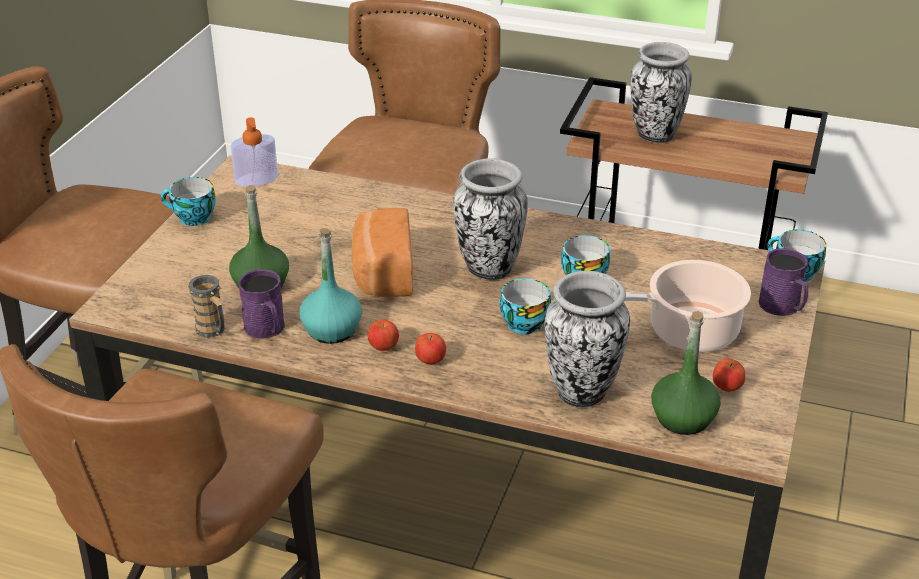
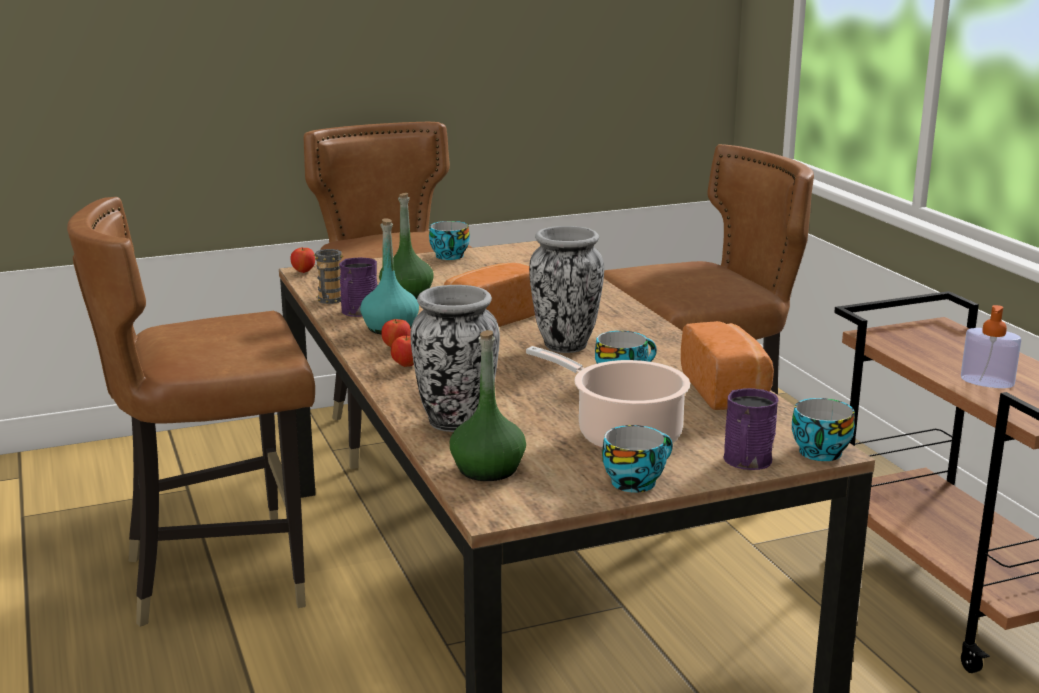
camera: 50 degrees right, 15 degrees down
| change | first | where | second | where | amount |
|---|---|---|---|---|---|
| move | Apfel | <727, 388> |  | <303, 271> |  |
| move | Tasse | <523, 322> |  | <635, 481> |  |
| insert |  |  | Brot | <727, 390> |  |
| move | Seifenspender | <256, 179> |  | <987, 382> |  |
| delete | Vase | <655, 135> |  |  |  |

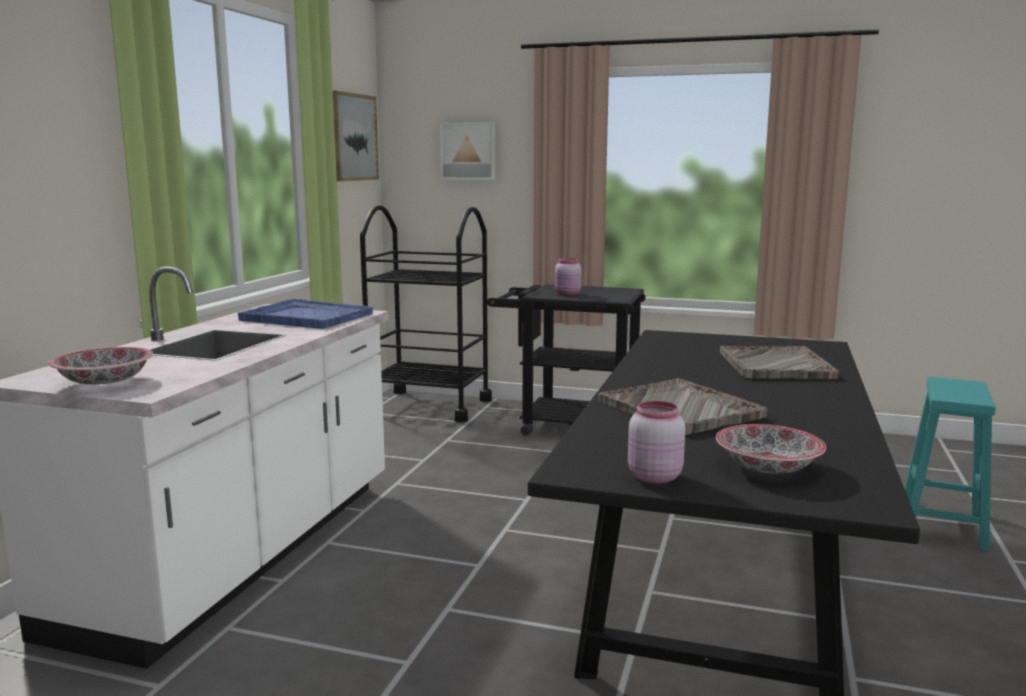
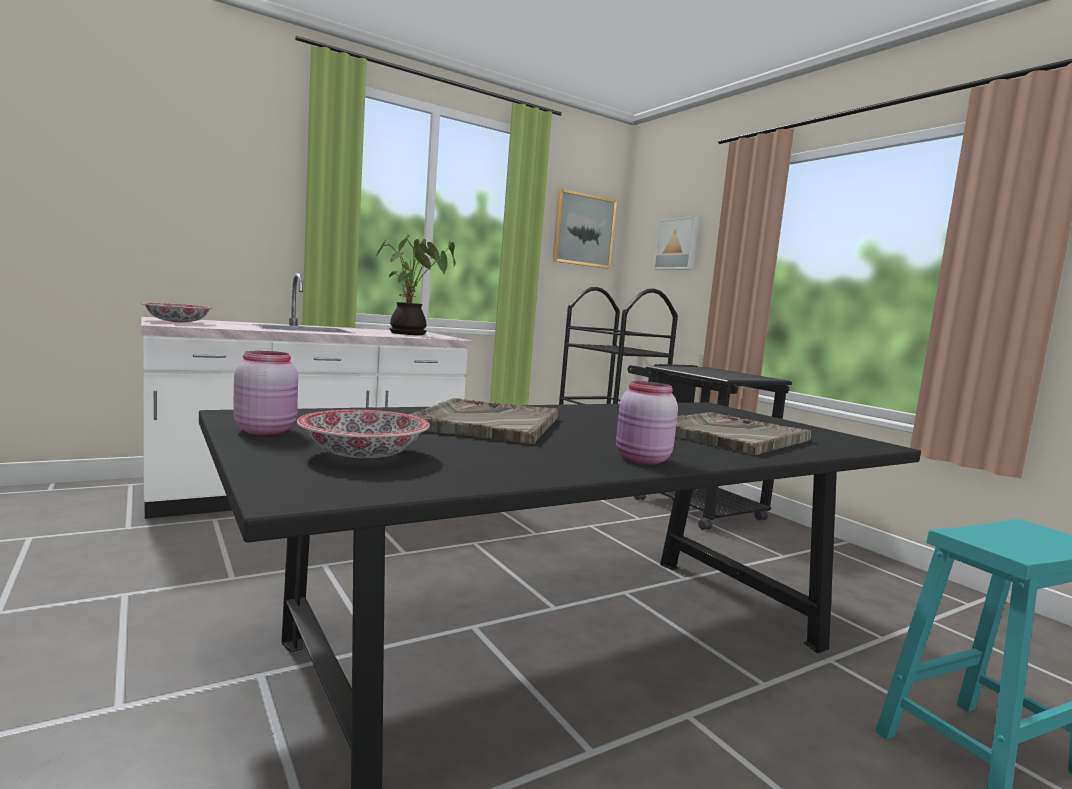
camera: 40 degrees right, 5 degrees down
| change | first | where | second | where | amount |
|---|---|---|---|---|---|
| replace | Tablett/blau | <306, 317> | Topfpflanze | <410, 334> |  |
| move | Vorratsglas/rosa | <567, 294> |  | <641, 460> |  |

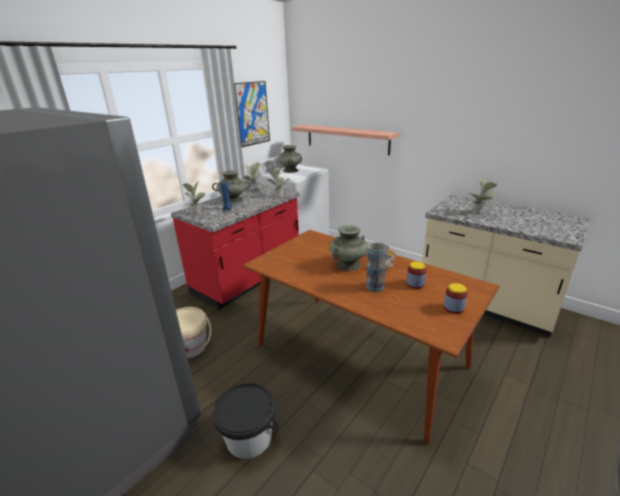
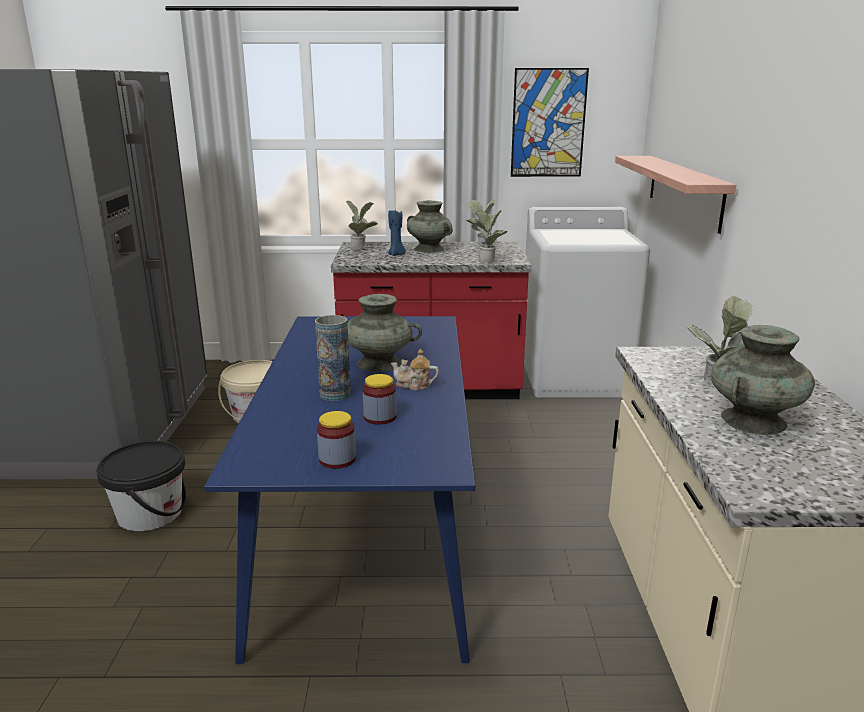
camera: 50 degrees right, 5 degrees down
| change | first | where | second | where | amount |
|---|---|---|---|---|---|
| recolor | Esstisch/braun | <360, 355> | Esstisch/blau | <370, 535> |  |
| move | Vase/türkis | <290, 170> |  | <753, 421> |  |

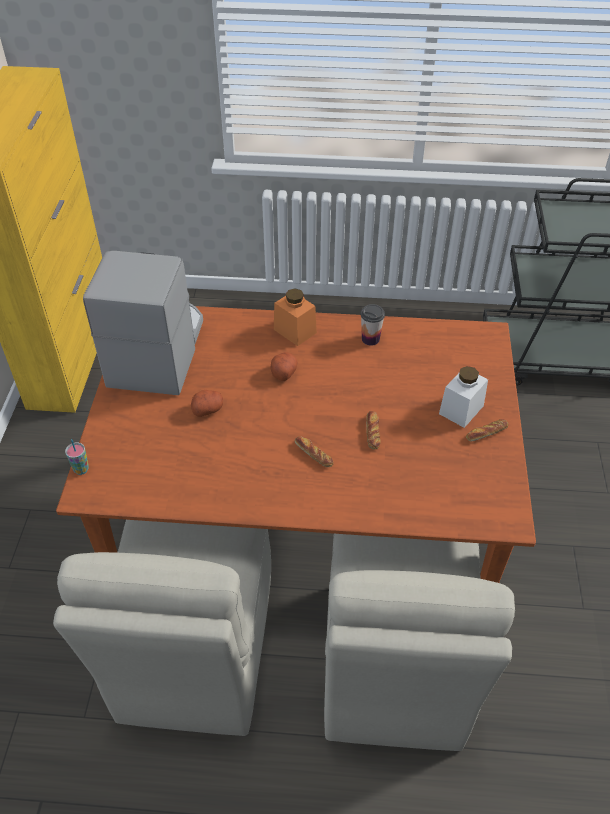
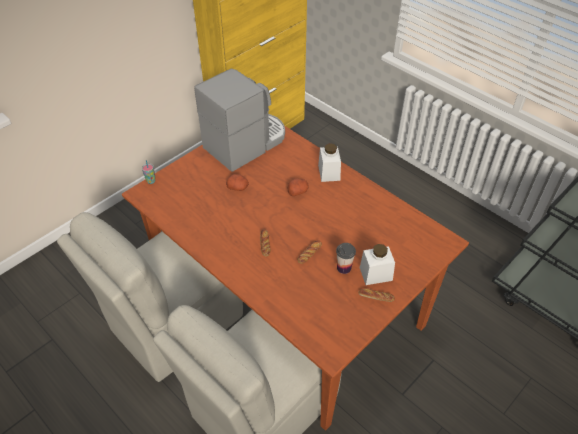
camera: 40 degrees right, 0 degrees up
| change | first | where | second | where | amount |
|---|---|---|---|---|---|
| recolor | Vorratsglas/orange | <295, 331> | Vorratsglas/weiß | <329, 172> |  |
| move | Tasse | <370, 339> |  | <344, 268> |  |

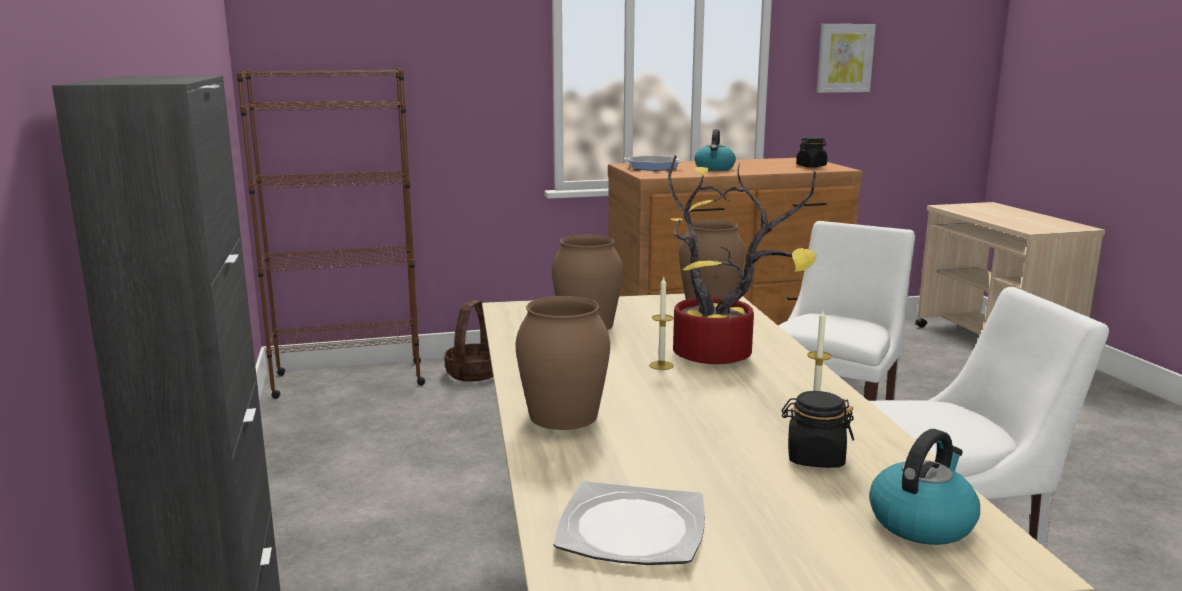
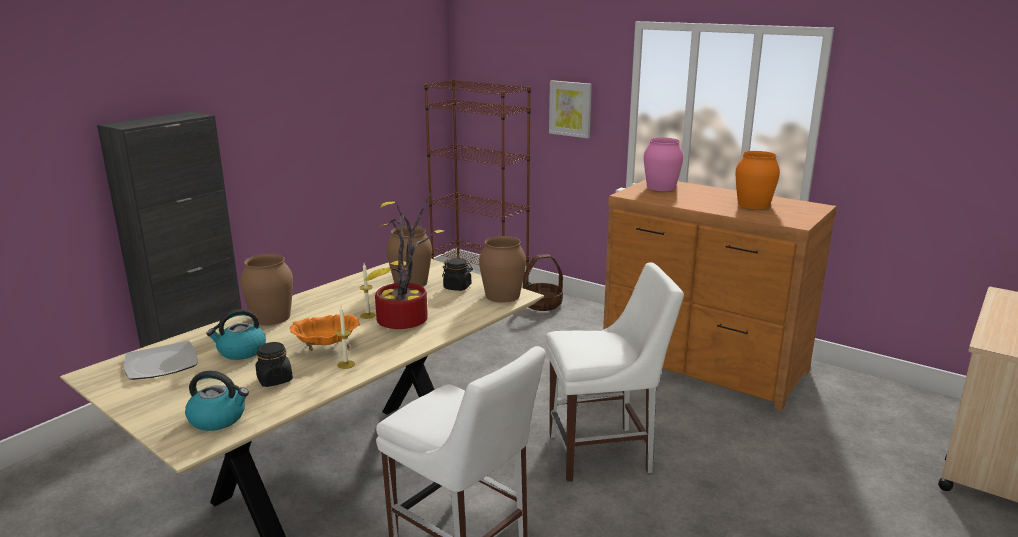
camera: 50 degrees right, 5 degrees up
| change | first | where | second | where | amount |
|---|---|---|---|---|---|
| move | Wasserkessel | <714, 168> |  | <241, 351> |  |
| insert |  |  | Schüssel/orange | <326, 347> |  |
| move | Vorratsglas/schwarz | <811, 166> |  | <457, 287> |  |
| move | Bild | <844, 58> |  | <570, 109> |  |
| replace | Pfanne | <653, 167> | Vase/rosa | <661, 187> |  |
| insert |  |  | Vase/orange | <753, 205> |  |

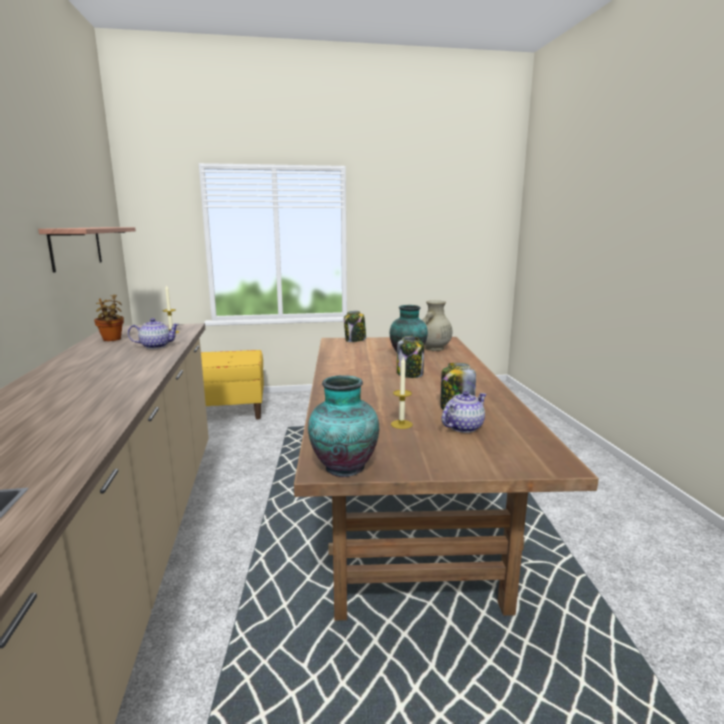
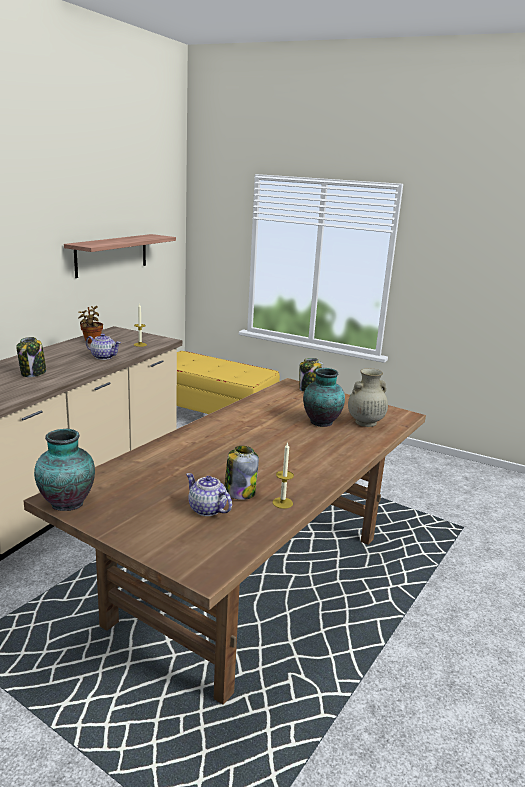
camera: 35 degrees right, 5 degrees up
| change | first | where | second | where | amount |
|---|---|---|---|---|---|
| move | Vorratsglas | <410, 374> |  | <33, 373> |  |
| rotate | Teekanne | <462, 427> |  | <207, 509> | 135 degrees counterclockwise |
| move | Kerze | <401, 424> |  | <282, 503> |  |

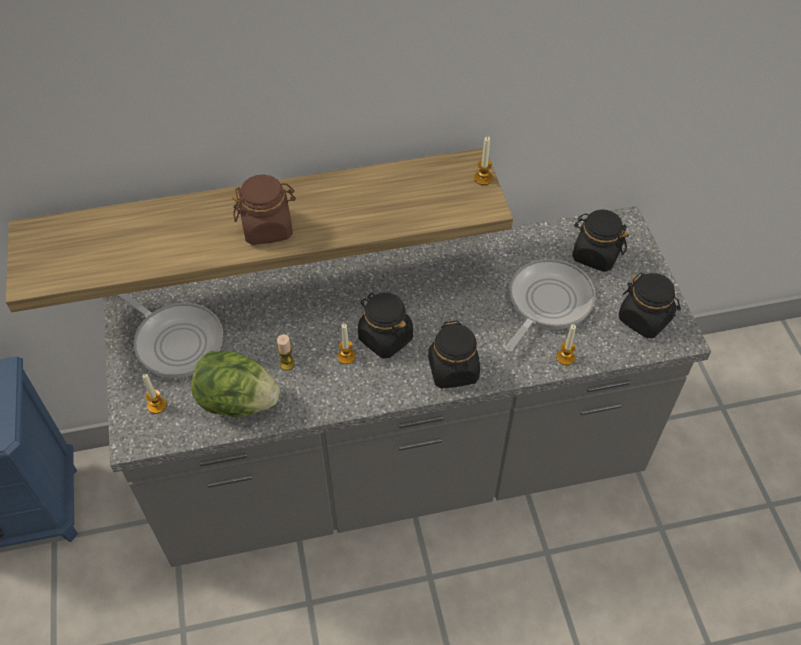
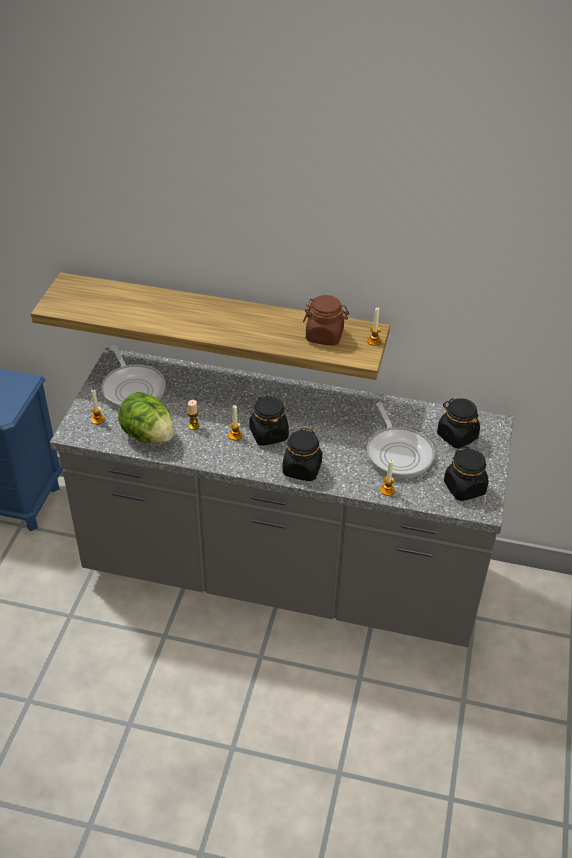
camera: 25 degrees right, 10 degrees down
| change | first | where | second | where | amount |
|---|---|---|---|---|---|
| move | Vorratsglas/braun | <268, 228> |  | <324, 335> |  |
| rotate | Pfanne | <547, 303> |  | <398, 453> | 105 degrees clockwise |

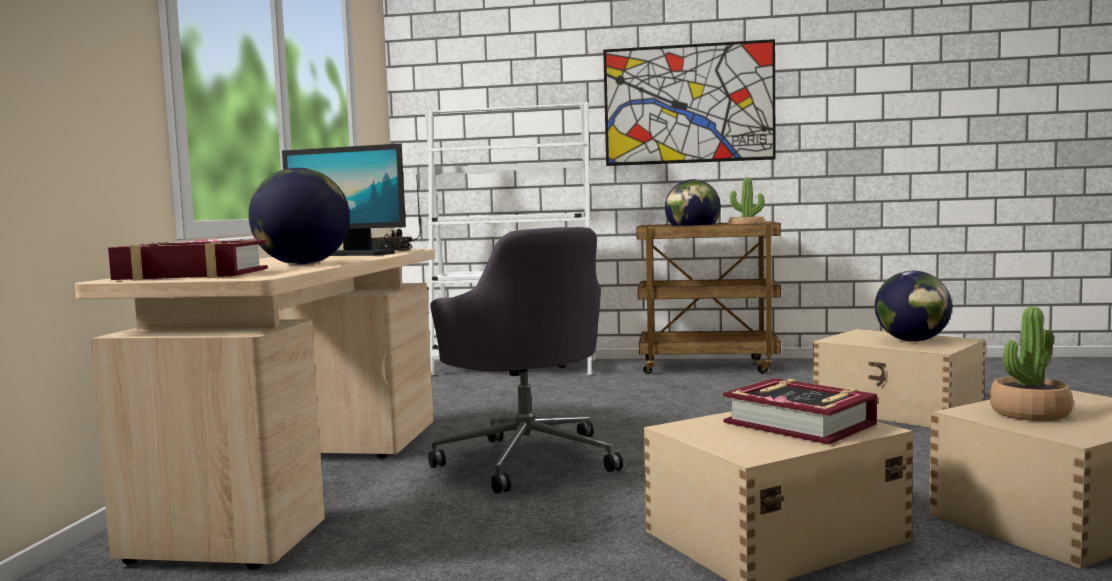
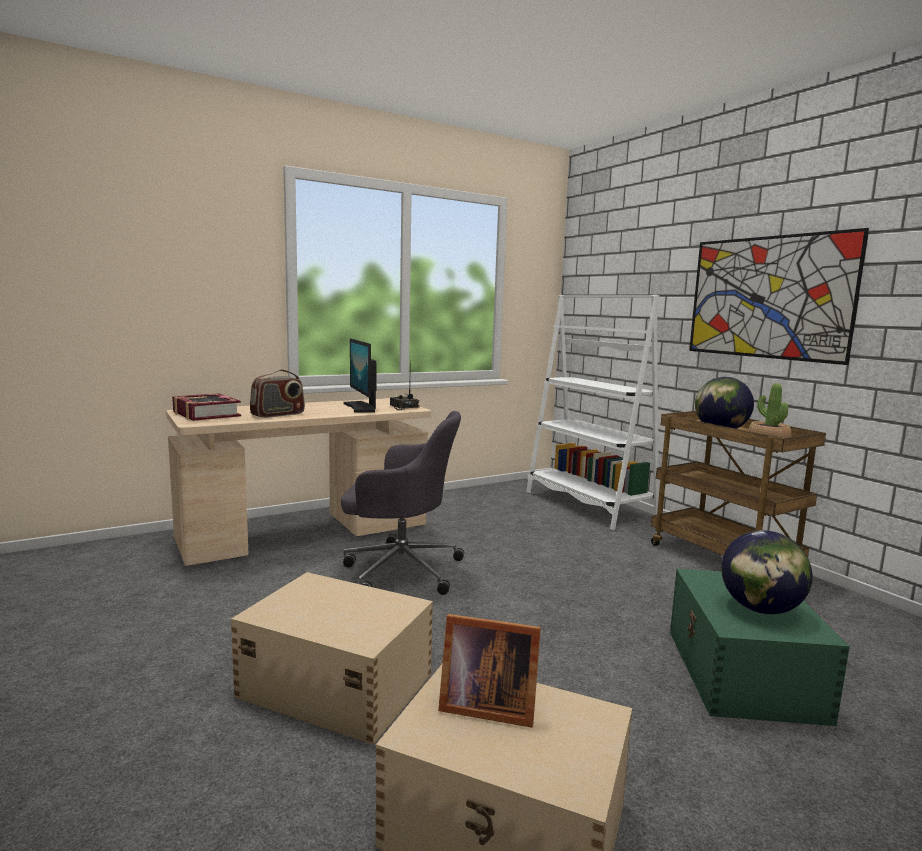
camera: 50 degrees right, 5 degrees up
| change | first | where | second | where | amount |
|---|---|---|---|---|---|
| replace | Globus | <302, 264> | Radio | <278, 414> |  |
| rotate | Bürostuhl/grau | <527, 458> |  | <400, 569> | 105 degrees counterclockwise |
| replace | Topfpflanze | <1029, 413> | Bilderrahmen | <484, 705> |  |
| recolor | Aufbewahrungsbox/beige | <898, 409> | Aufbewahrungsbox/grün | <742, 674> |  |
| delete | Buch | <799, 423> |  |  |  |

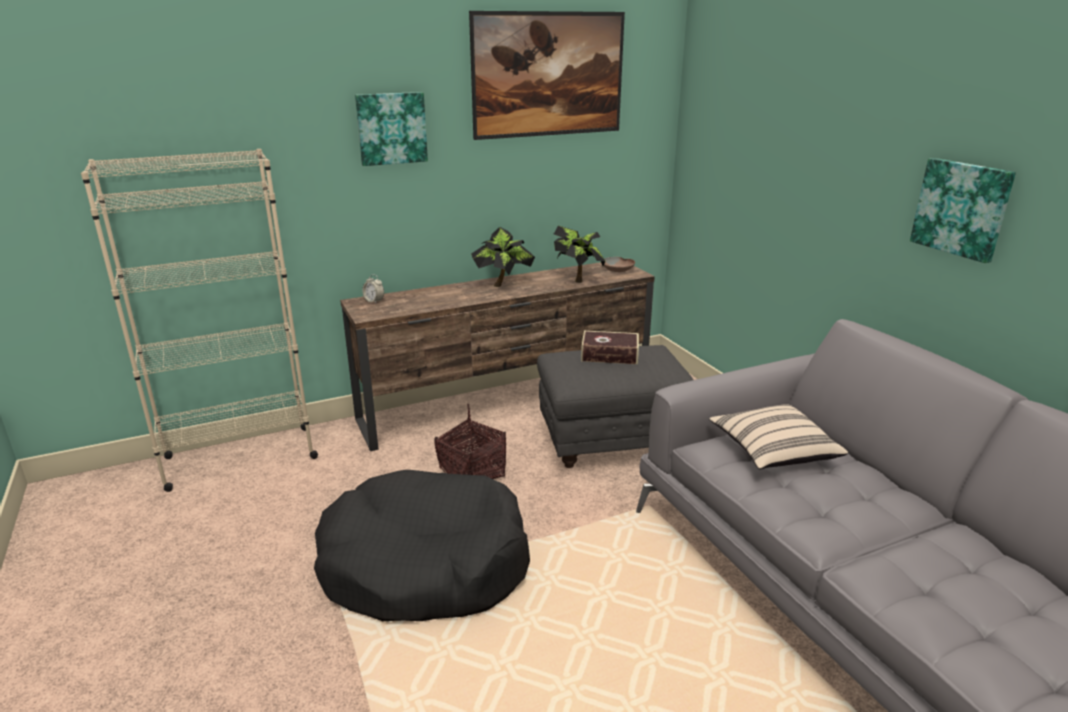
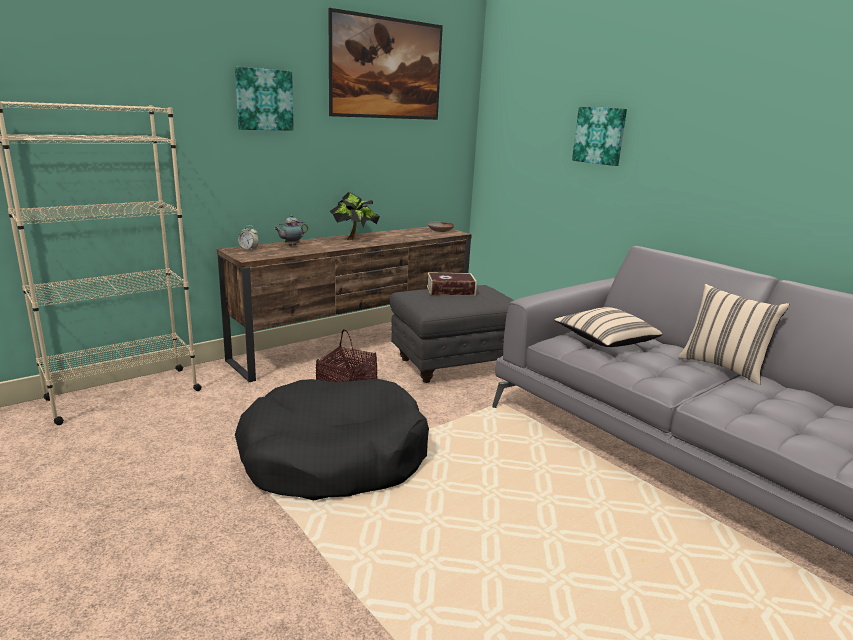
camera: 15 degrees left, 5 degrees down
| change | first | where | second | where | amount |
|---|---|---|---|---|---|
| insert |  |  | Teekanne | <291, 245> |  |
| move | Bild | <962, 208> |  | <600, 135> |  |
| insert |  |  | Kissen/beige | <723, 367> |  |
| delete | Topfpflanze | <578, 279> |  |  |  |

